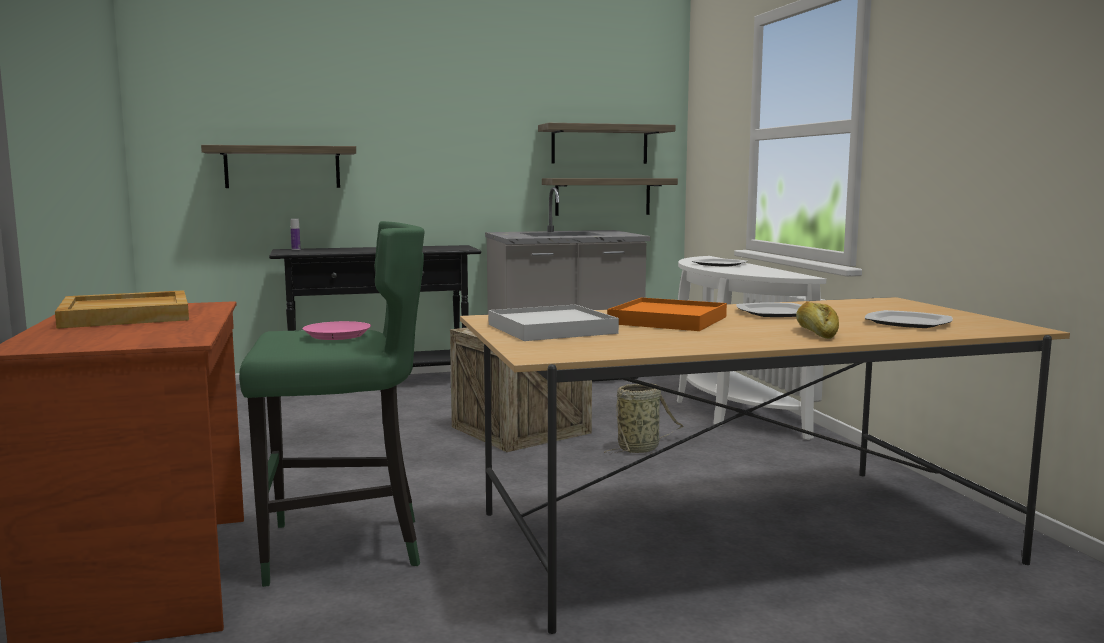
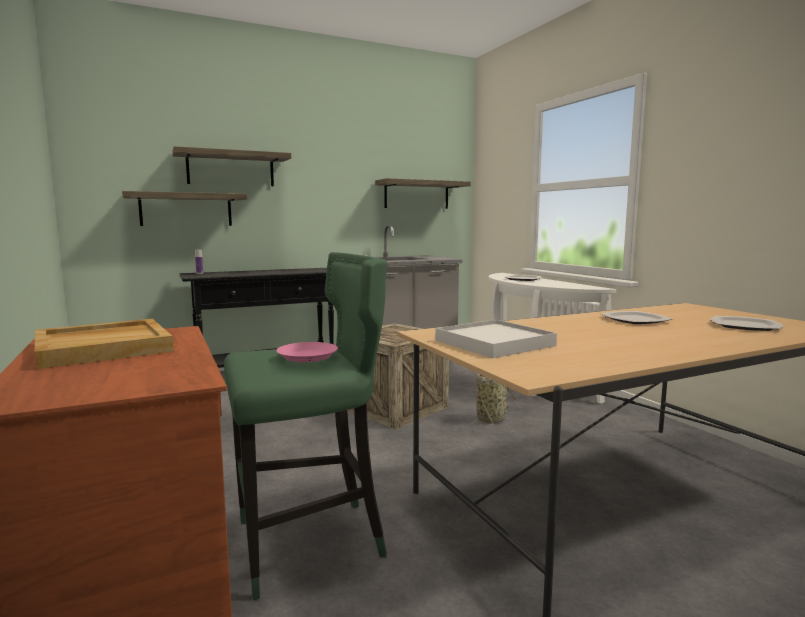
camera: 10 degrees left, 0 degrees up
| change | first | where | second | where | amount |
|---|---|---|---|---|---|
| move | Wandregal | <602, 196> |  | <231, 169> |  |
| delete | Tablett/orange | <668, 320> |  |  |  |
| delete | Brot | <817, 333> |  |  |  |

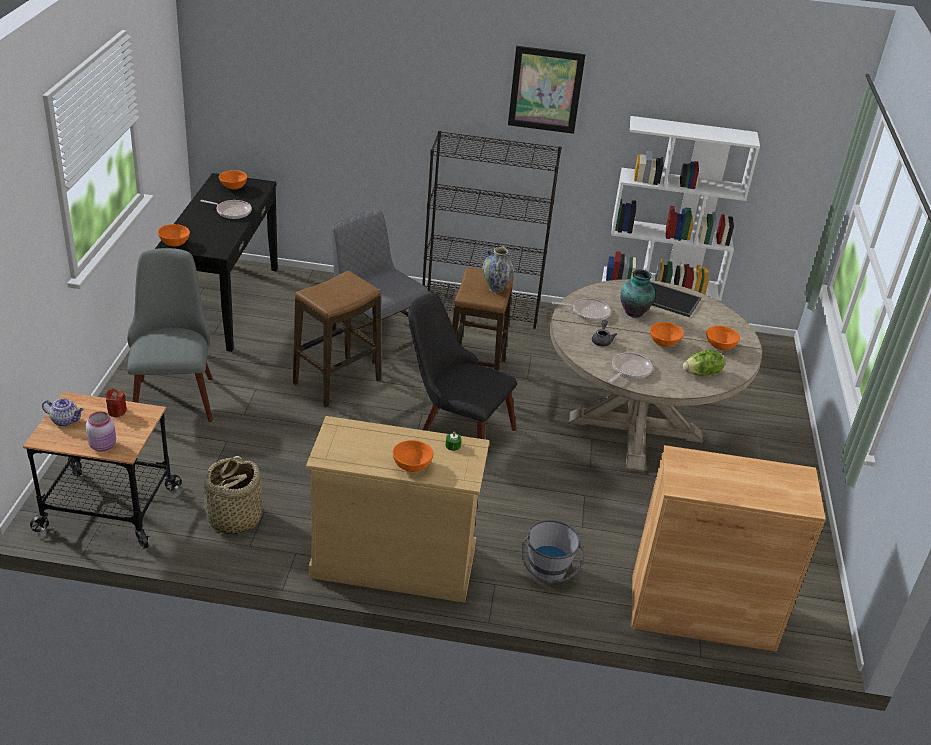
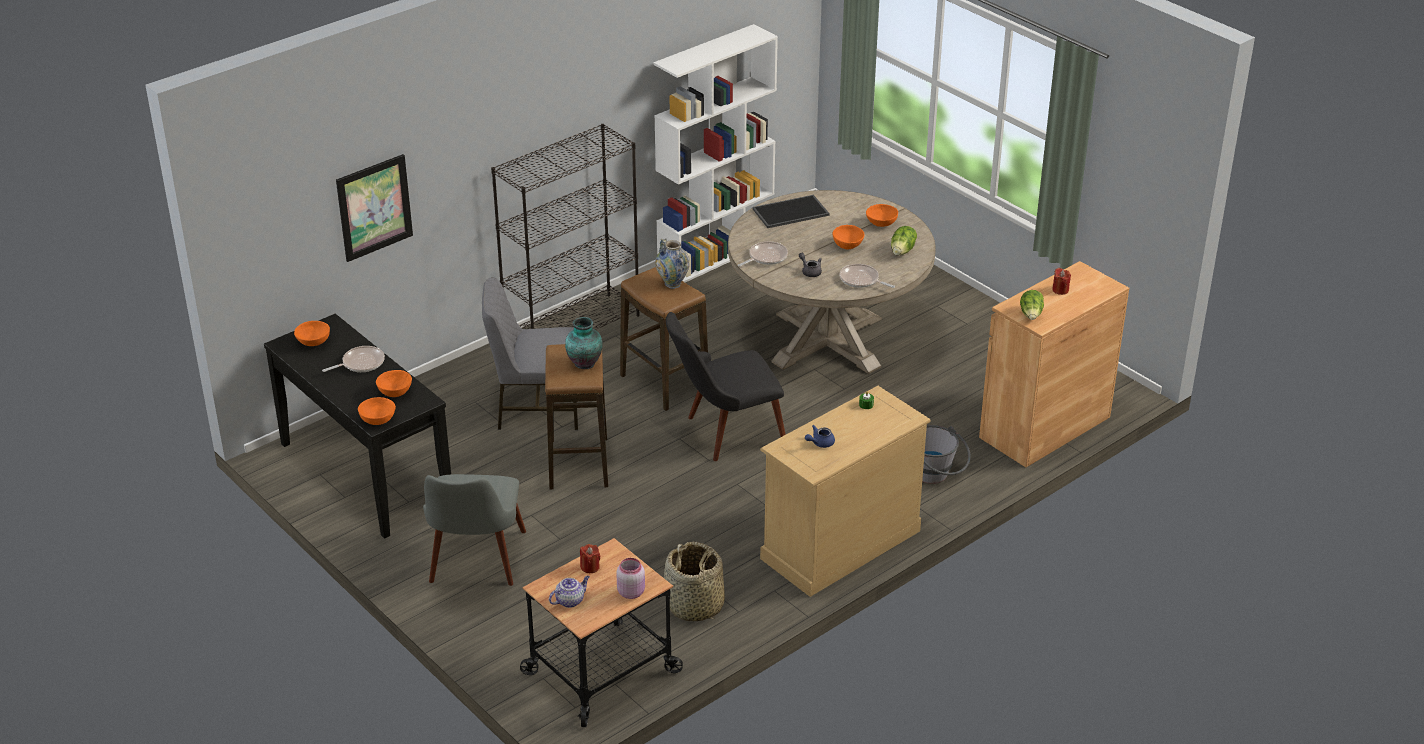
camera: 45 degrees left, 0 degrees up
| change | first | where | second | where | amount |
|---|---|---|---|---|---|
| move | Bild | <545, 90> |  | <374, 207> |  |
| move | Schüssel/orange | <411, 466> |  | <394, 393> |  |
| rotate | Stuhl/grau | <174, 392> |  | <475, 566> | 120 degrees counterclockwise |
| move | Vase | <634, 312> |  | <584, 363> |  |
| insert |  |  | Teekanne/blau | <820, 443> |  |
| rotate | Pfanne | <629, 370> |  | <861, 280> | 45 degrees counterclockwise |
| insert |  |  | Salatkopf | <1031, 314> |  |
| insert |  |  | Kerze/rot | <1060, 290> |  |

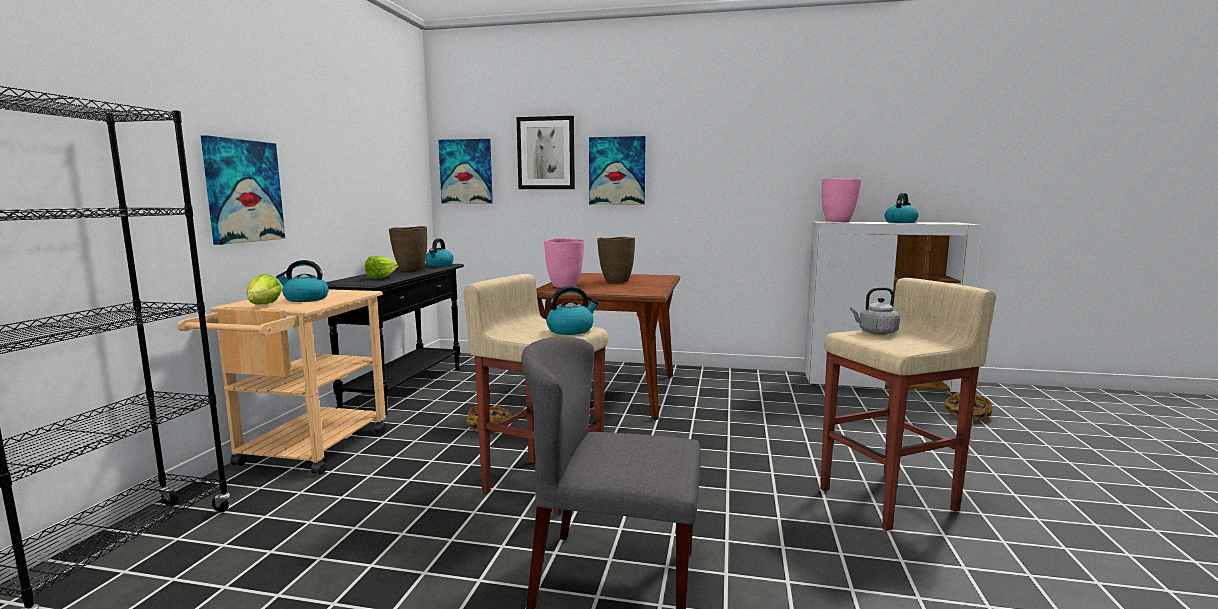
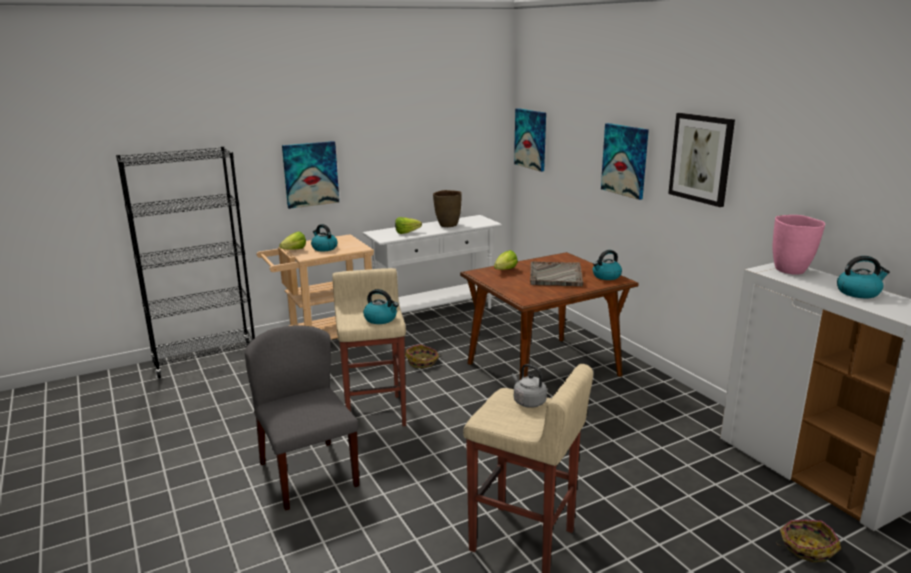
camera: 50 degrees right, 10 degrees up
| change | first | where | second | where | amount |
|---|---|---|---|---|---|
| recolor | Konsolentisch/schwarz | <406, 387> | Konsolentisch/weiß | <435, 312> |  |
| replace | Vase/rosa | <565, 286> | Salatkopf | <503, 271> |  |
| replace | Vase/braun | <616, 281> | Tablett/grau | <555, 275> |  |
| move | Wasserkessel | <439, 265> |  | <606, 276> |  |
| move | Bild | <546, 153> |  | <701, 158> |  |

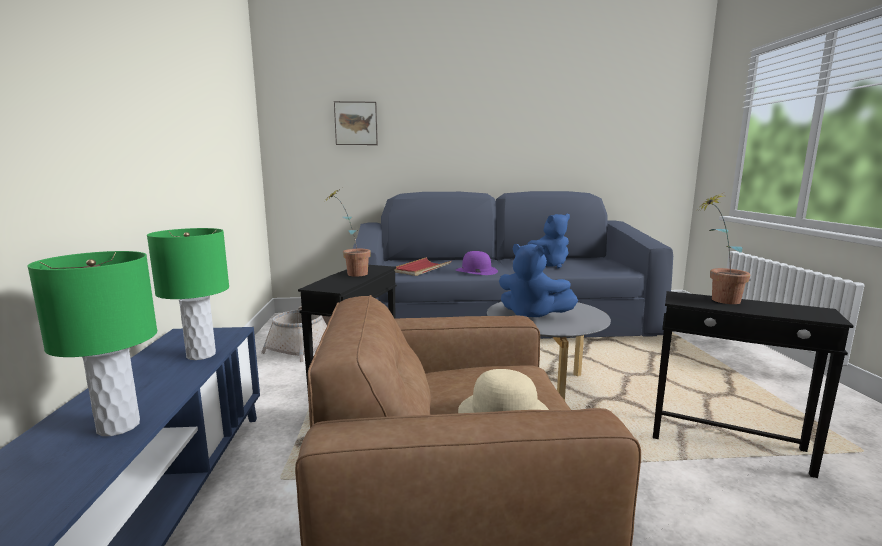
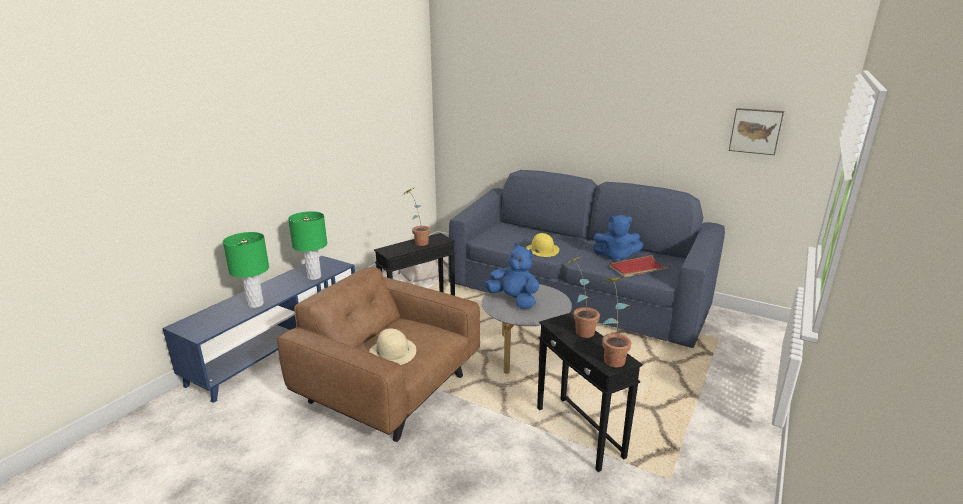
camera: 35 degrees right, 10 degrees up
| change | first | where | second | where | amount |
|---|---|---|---|---|---|
| rotate | Plüschtier/blau | <532, 315> |  | <514, 300> | 150 degrees clockwise |
| recolor | Hut/lila | <476, 271> | Hut/gelb | <542, 250> |  |
| insert |  |  | Topfpflanze | <612, 357> |  |
| move | Tablett/rot | <421, 269> |  | <638, 268> |  |
| move | Bild | <356, 123> |  | <755, 131> |  |

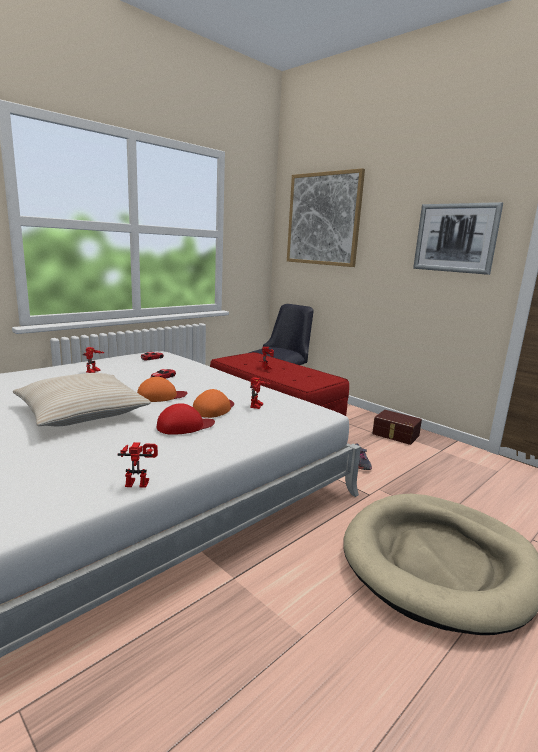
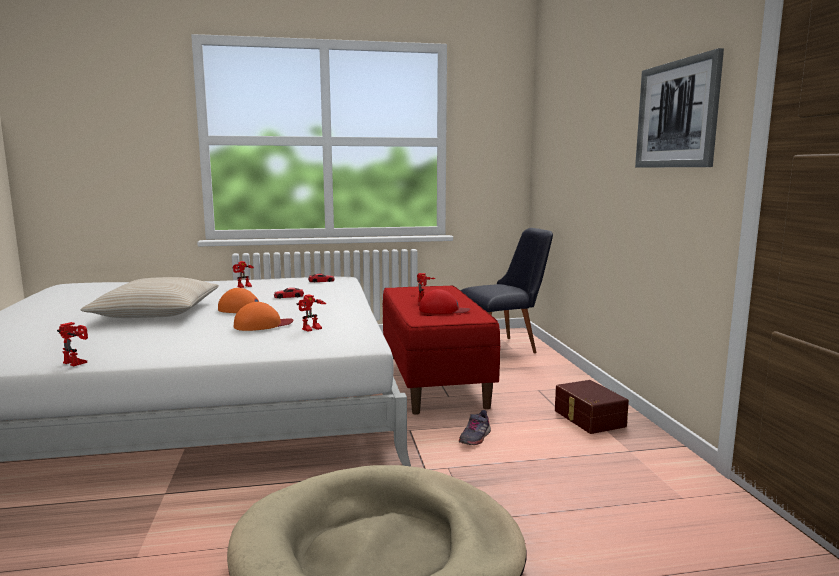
camera: 35 degrees right, 5 degrees down
| change | first | where | second | where | amount |
|---|---|---|---|---|---|
| move | Kappe/rot | <185, 426> |  | <443, 310> |  |
| delete | Bild | <323, 219> |  |  |  |

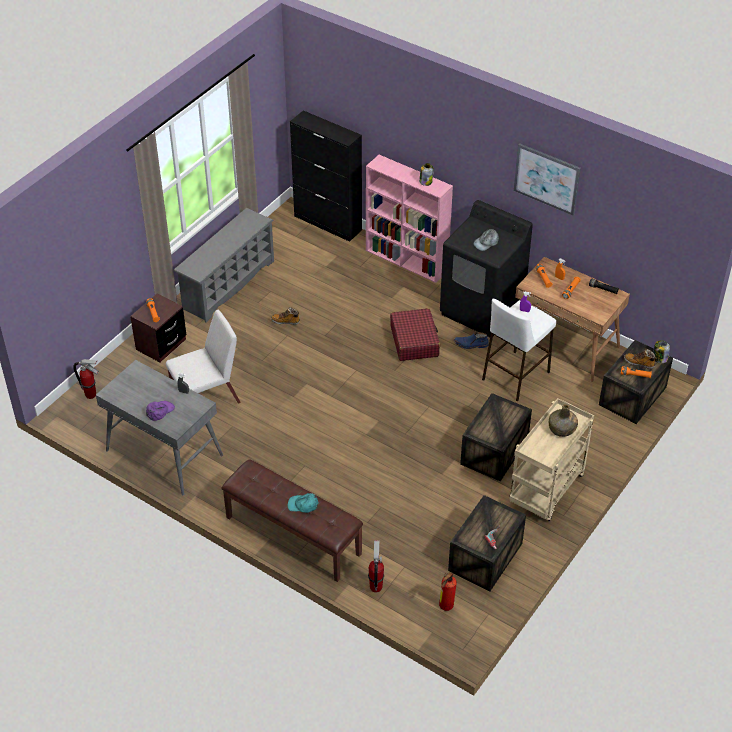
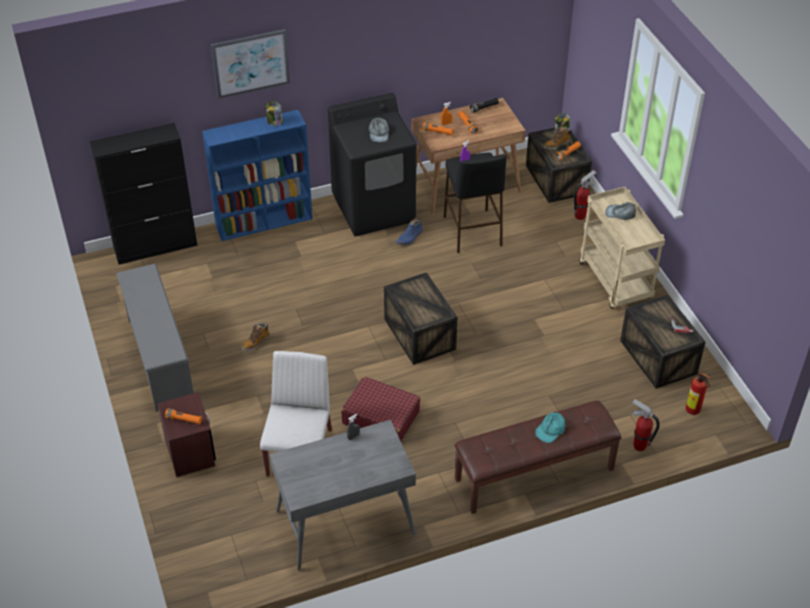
camera: 55 degrees left, 0 degrees up
| change | first | where | second | where | amount |
|---|---|---|---|---|---|
| recolor | Bücherregal/rosa | <407, 260> | Bücherregal/blau | <265, 222> |  |
| move | Bild | <547, 179> |  | <251, 63> |  |
| move | Koffer/rot | <414, 341> |  | <380, 417> |  |
| move | Kiste | <494, 452> |  | <420, 334> |  |
| recolor | Hocker/weiß | <515, 376> | Hocker/schwarz | <472, 231> |  |
| move | Feuerlöscher | <91, 395> |  | <580, 216> |  |
| replace | Flasche/grün | <562, 429> | Kappe/grau | <620, 213> |  |
| delete | Kappe/lila | <160, 411> |  |  |  |

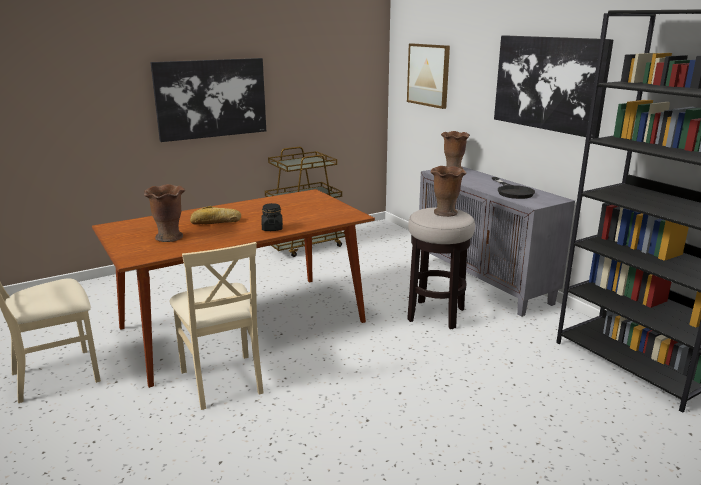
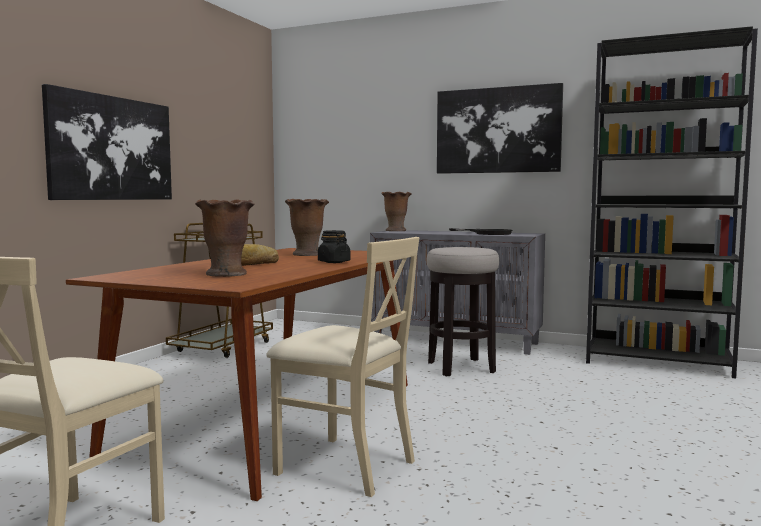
camera: 35 degrees left, 15 degrees down
| change | first | where | second | where | amount |
|---|---|---|---|---|---|
| move | Vase/braun | <445, 213> |  | <307, 254> |  |
| delete | Bild | <428, 75> |  |  |  |

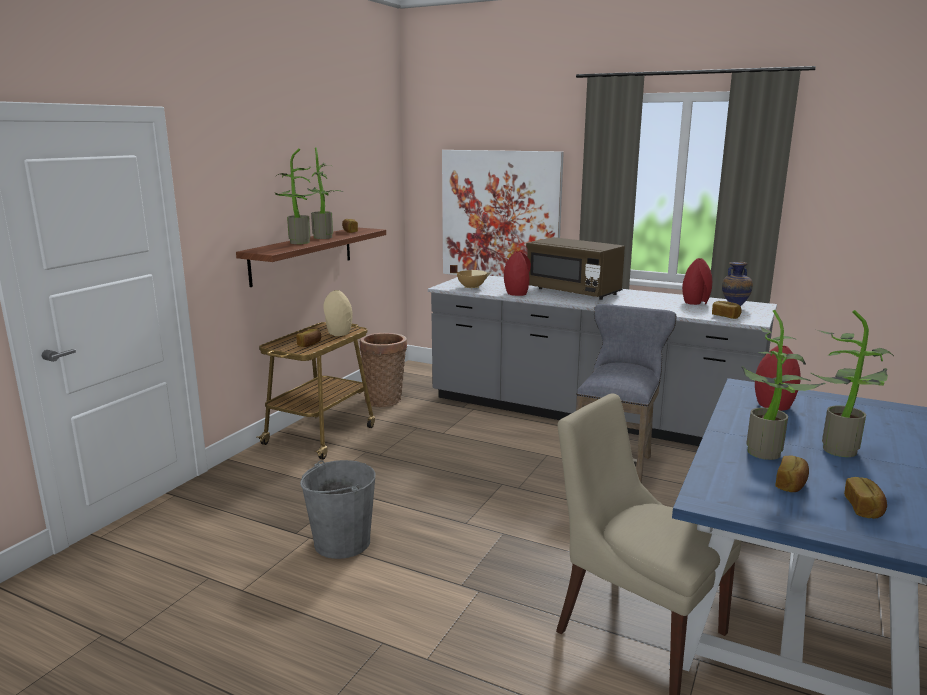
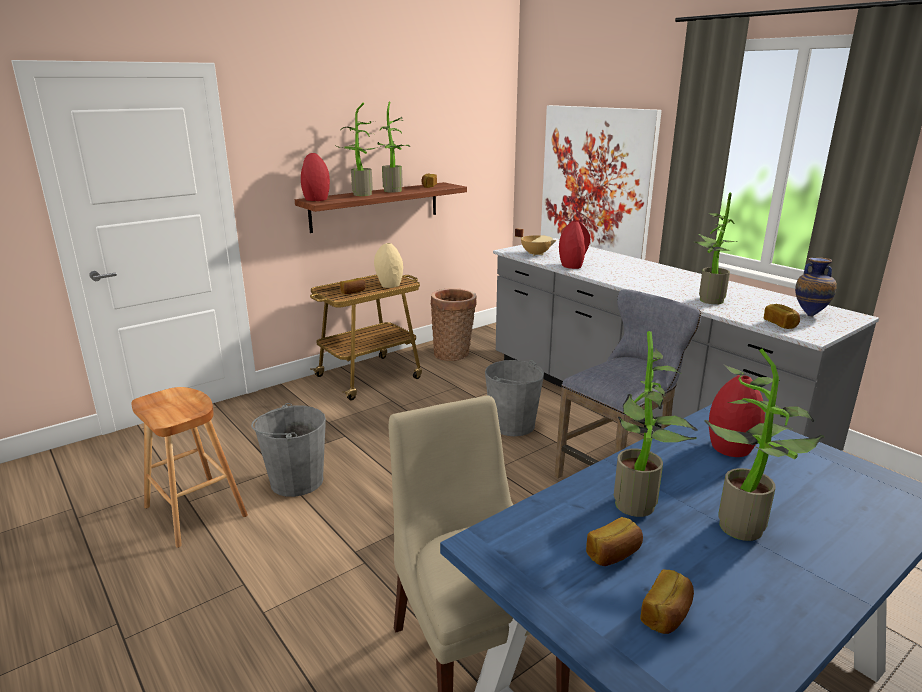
camera: 25 degrees right, 5 degrees up
| change | first | where | second | where | amount |
|---|---|---|---|---|---|
| insert |  |  | Hocker/braun | <195, 511> |  |
| move | Vase/rot | <696, 303> |  | <316, 200> |  |
| insert |  |  | Eimer/grau | <513, 425> |  |
| insert |  |  | Topfpflanze | <707, 299> |  |
| delete | Mikrowelle/braun | <573, 292> |  |  |  |

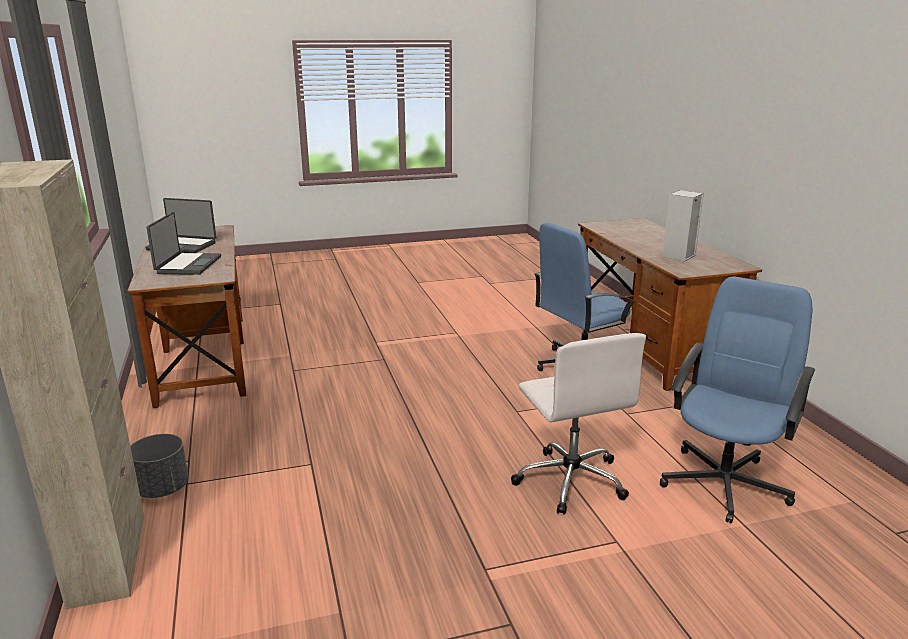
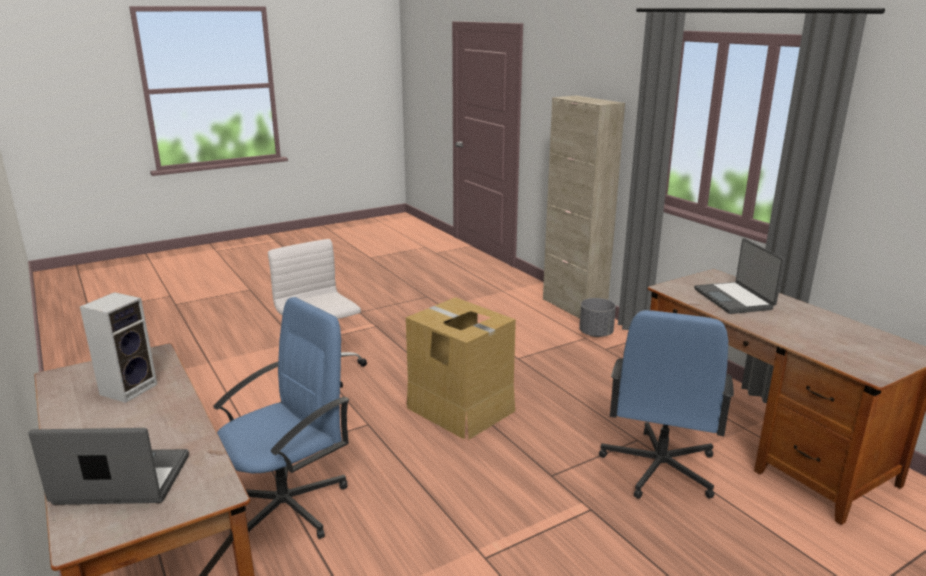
camera: 165 degrees right, 0 degrees up
| change | first | where | second | where | amount |
|---|---|---|---|---|---|
| move | Laptop | <183, 246> |  | <121, 482> |  |
| insert |  |  | Karton | <460, 409> |  |
| move | Bürostuhl/blau | <725, 483> |  | <659, 468> |  |

